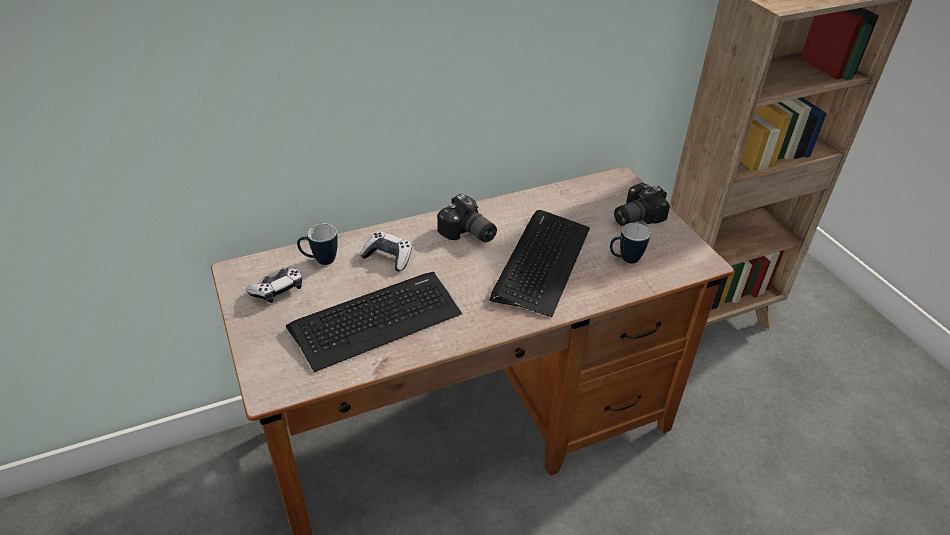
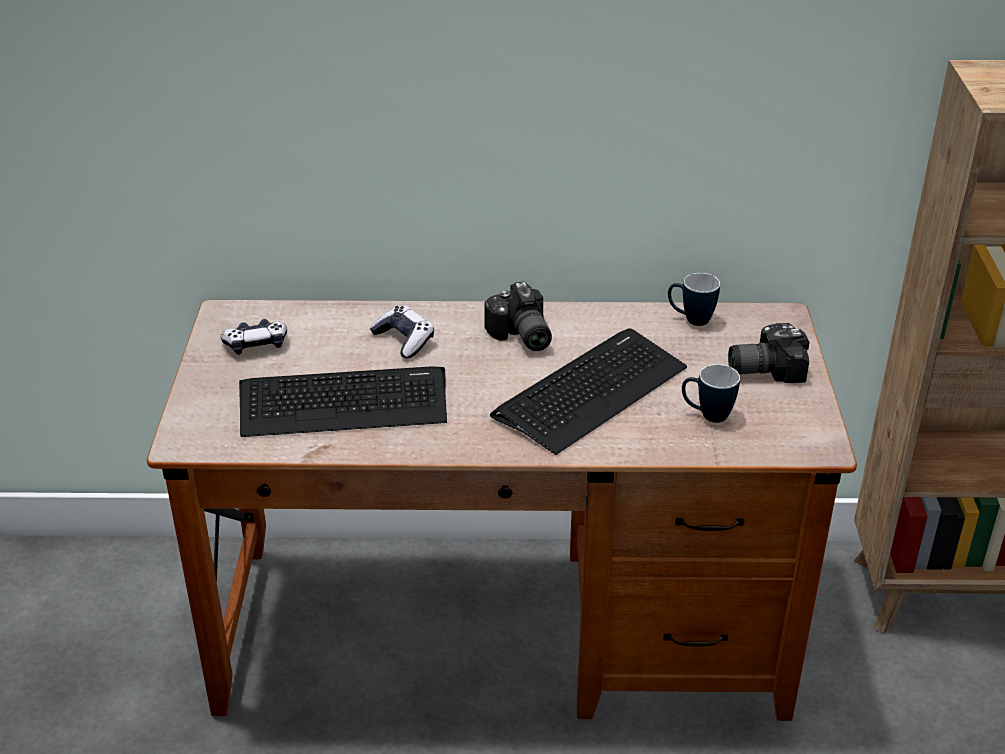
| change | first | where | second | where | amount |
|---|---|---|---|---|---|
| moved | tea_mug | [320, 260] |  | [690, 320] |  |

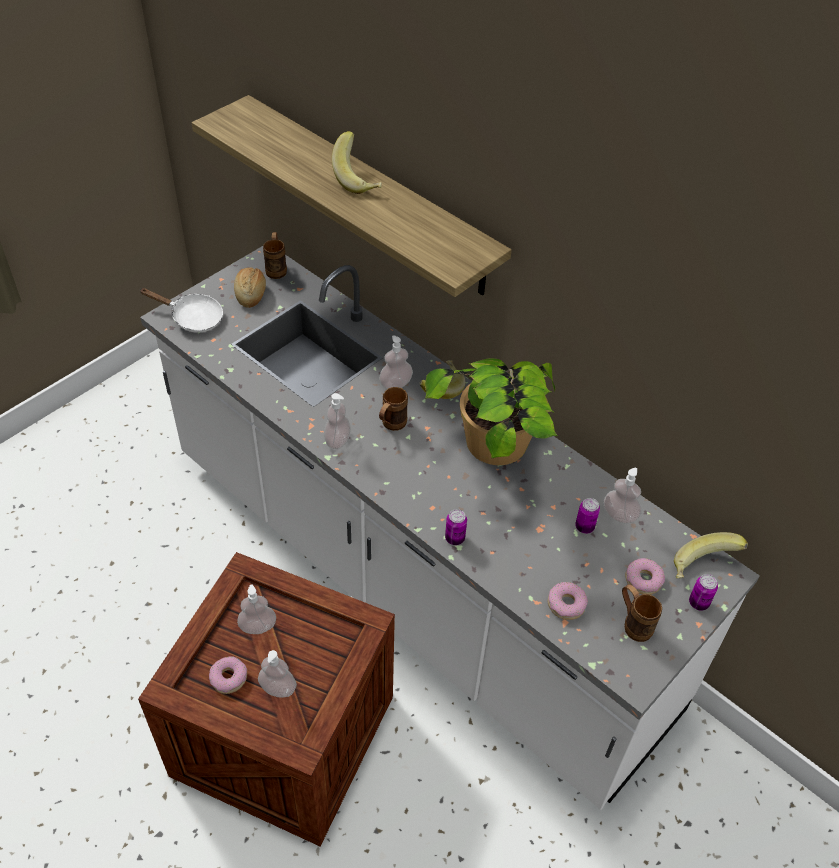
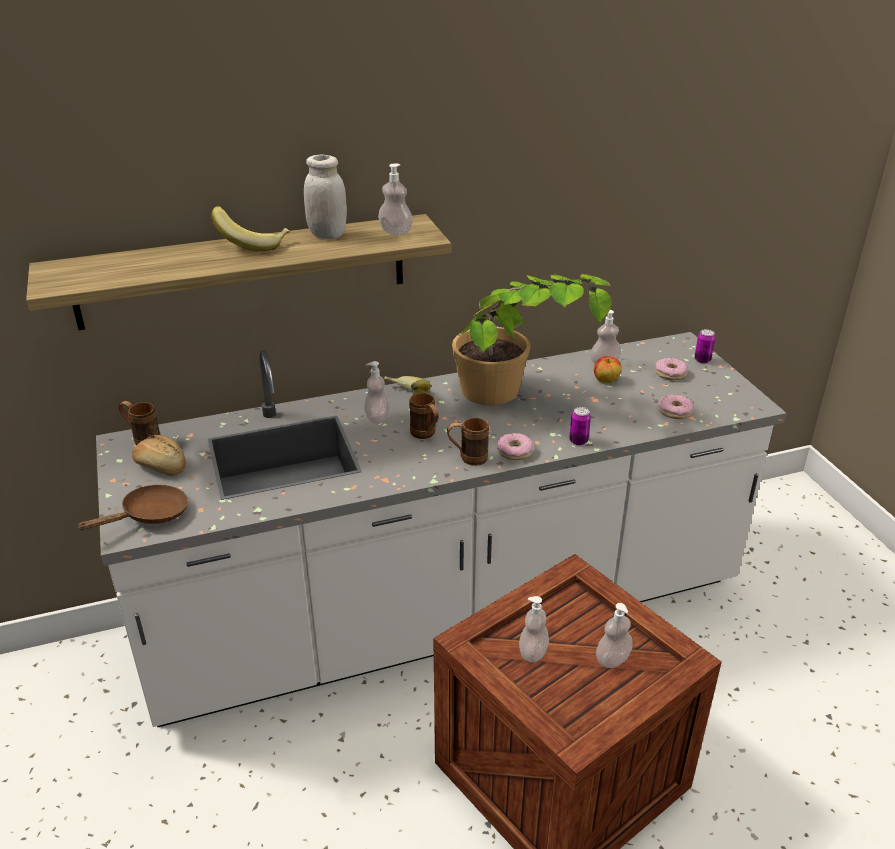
| change | first | where | second | where | amount |
|---|---|---|---|---|---|
| recoloured | whitish_skillet | [192, 318] | brown-coloured_skillet | [150, 515] |  |
| moved | donut | [229, 678] |  | [515, 451] |  |
| moved | soap_dispenser | [337, 440] |  | [395, 232] |  |
| replaced | can | [584, 527] | whole_apple | [606, 380] |  |
| moved | brown-coloured_tea_mug | [633, 623] |  | [467, 458] |  |
| removed | whole_banana | [703, 568] |  |  |  |
| added |  |  | whitish_jar | [327, 234] |  |

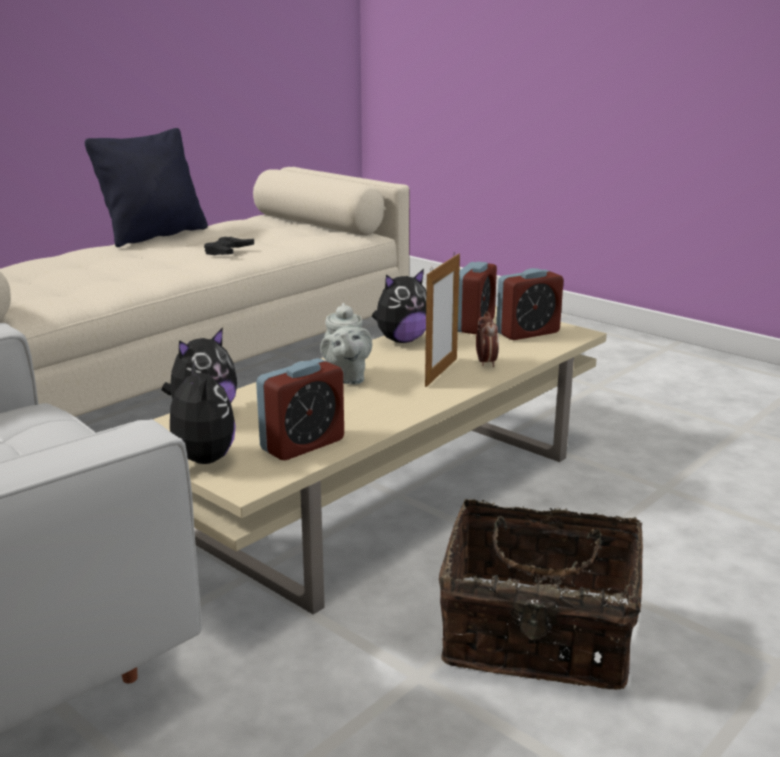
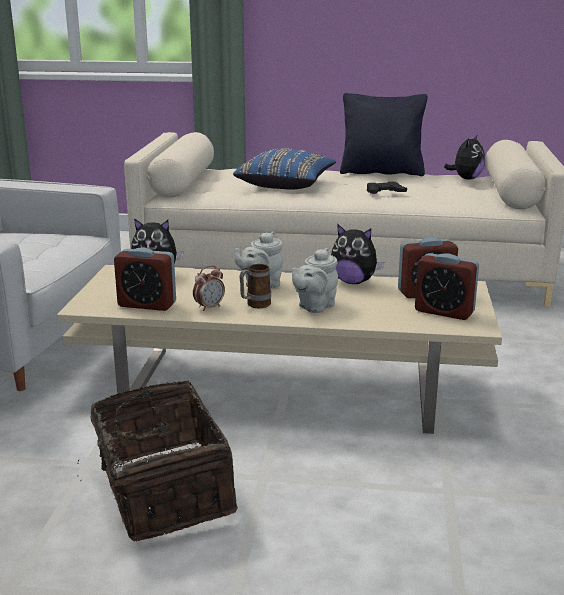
| change | first | where | second | where | amount |
|---|---|---|---|---|---|
| moved | soft_toy | [199, 460] |  | [466, 179] |  |
| replaced | standing_frame | [441, 372] | gray_pot_for_tea | [314, 306] |  |
| moved | alarm_clock | [486, 363] |  | [209, 307] |  |
| added |  |  | blue_cushion | [286, 184] |  |
| added |  |  | tea_mug | [254, 305] |  |

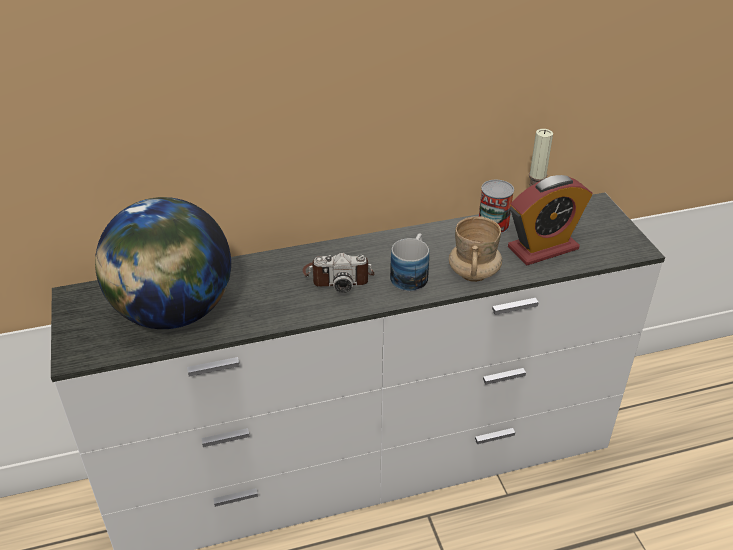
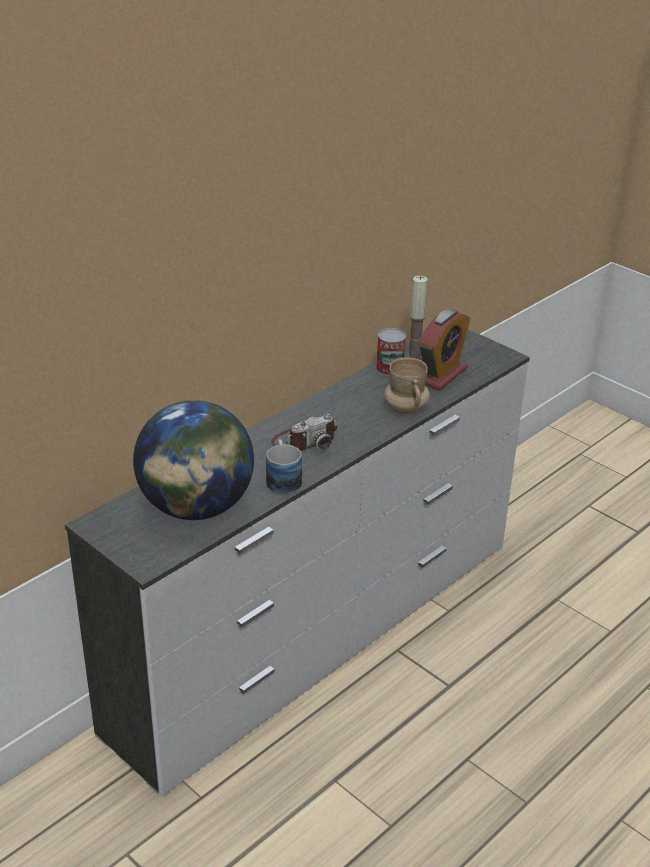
| change | first | where | second | where | amount |
|---|---|---|---|---|---|
| moved | tea_mug | [411, 274] |  | [282, 479] |  |

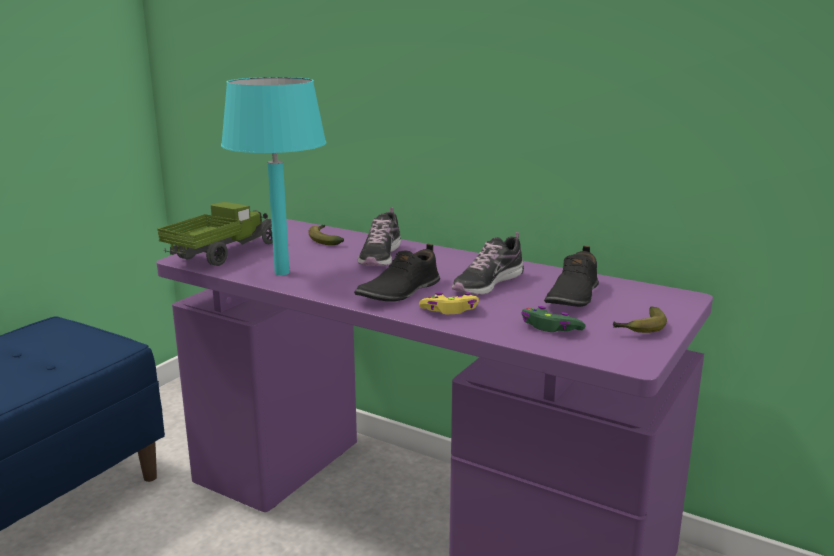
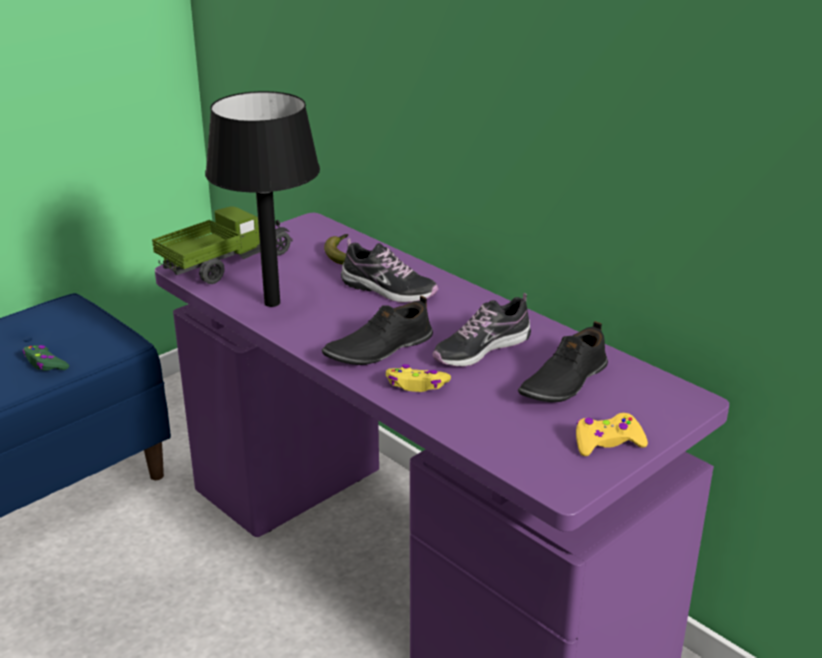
| change | first | where | second | where | amount |
|---|---|---|---|---|---|
| recoloured | turquoise_tabletop_lamp | [282, 272] | black-coloured_tabletop_lamp | [272, 302] |  |
| turned | item_of_footwear | [380, 256] |  | [388, 290] | 90 degrees counterclockwise |
| moved | green-coloured_joypad | [550, 328] |  | [45, 364] |  |
| replaced | whole_banana | [641, 328] | yellowish_joypad | [607, 442] |  |

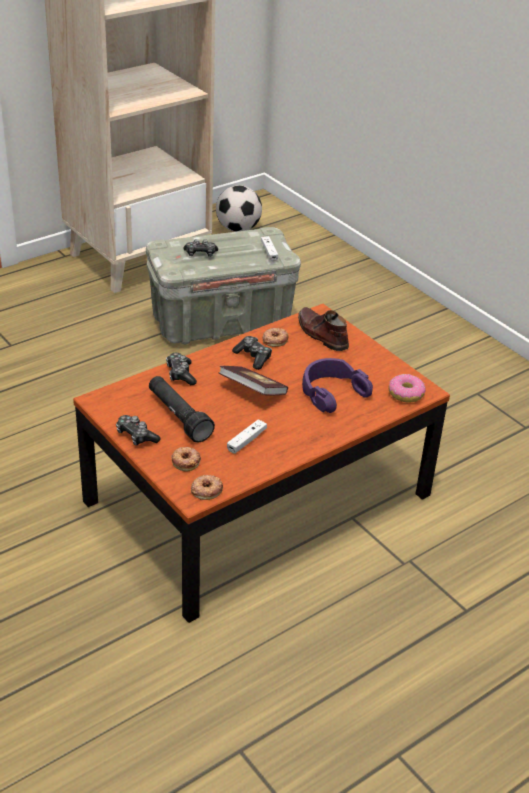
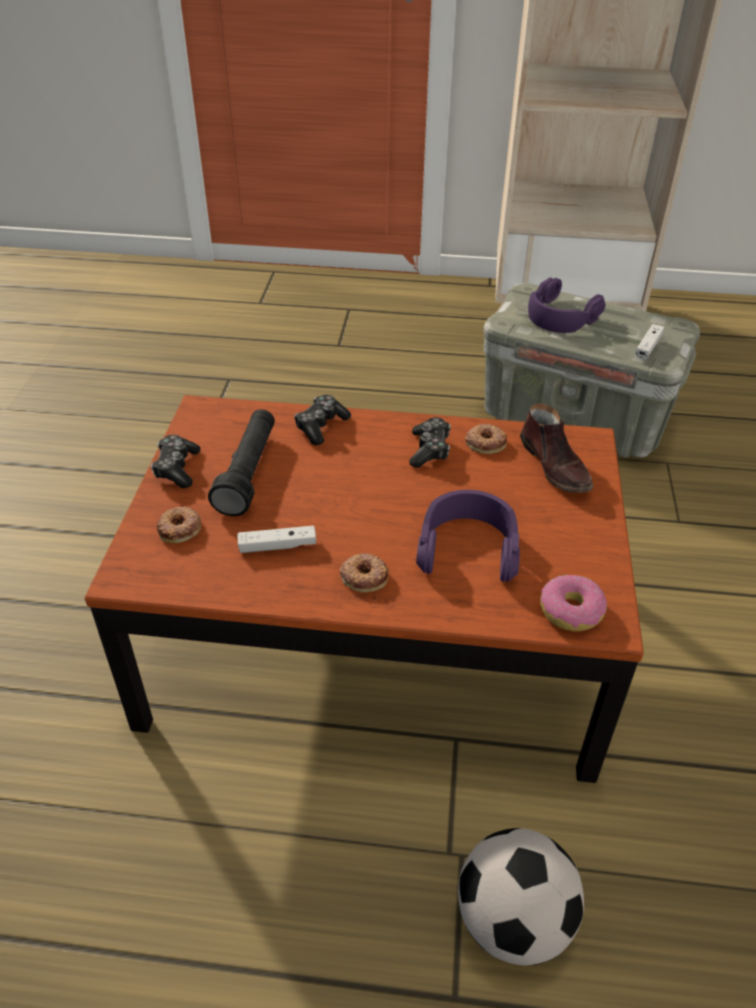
| change | first | where | second | where | amount |
|---|---|---|---|---|---|
| replaced | joypad | [200, 254] | purple_headphones | [560, 316] |  |
| moved | donut | [206, 490] |  | [364, 576] |  |
| moved | ball_for_football | [238, 229] |  | [513, 920] |  |
| removed | book | [252, 391] |  |  |  |
| turned | brown-coloured_item_of_footwear | [321, 334] |  | [555, 466] | 150 degrees clockwise |

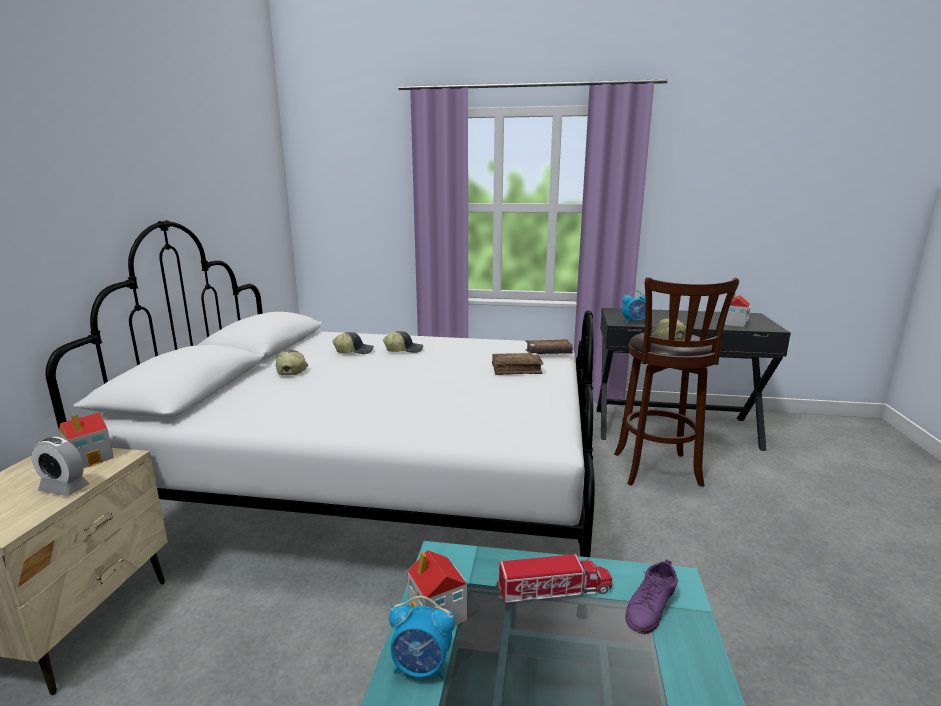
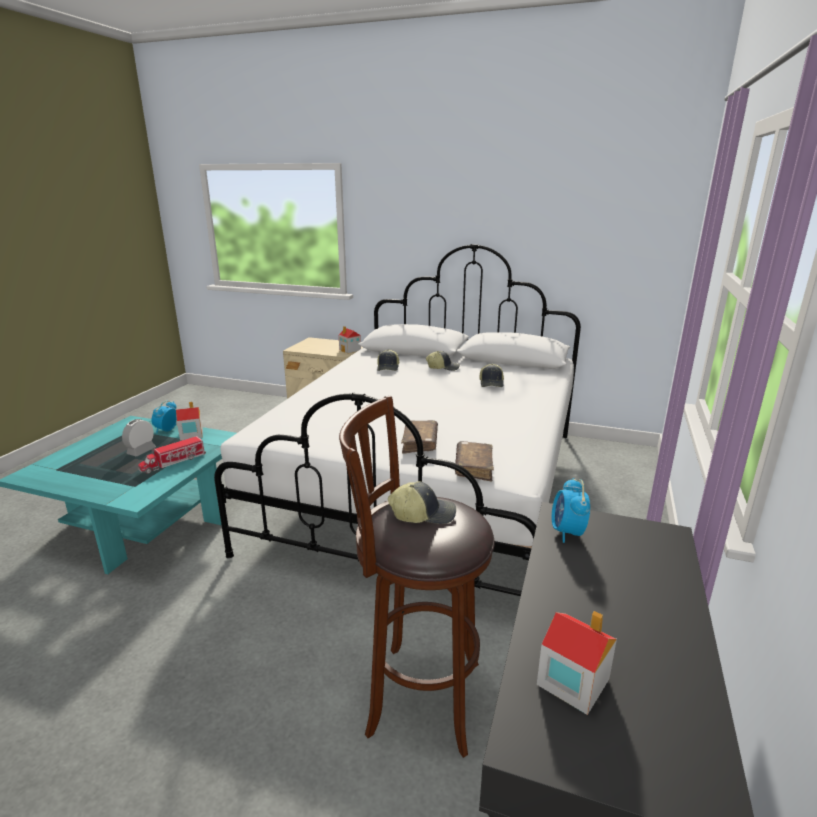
| change | first | where | second | where | amount |
|---|---|---|---|---|---|
| moved | alarm_clock | [64, 488] |  | [141, 451] |  |
| moved | peaked_cap | [404, 350] |  | [388, 367] |  |
| turned | toy_lorry | [553, 590] |  | [173, 462] | 45 degrees clockwise |
| removed | purple_item_of_footwear | [650, 606] |  |  |  |

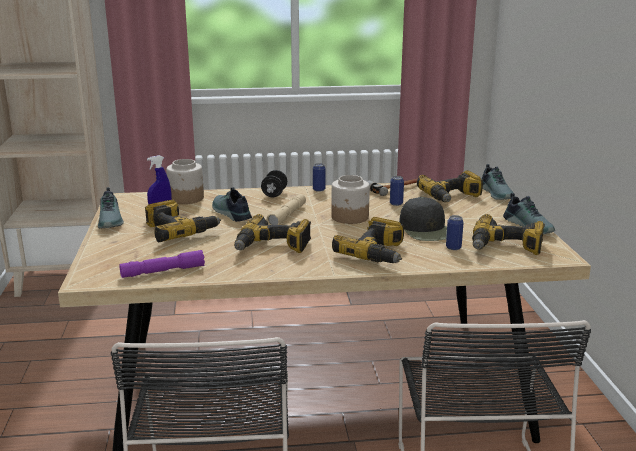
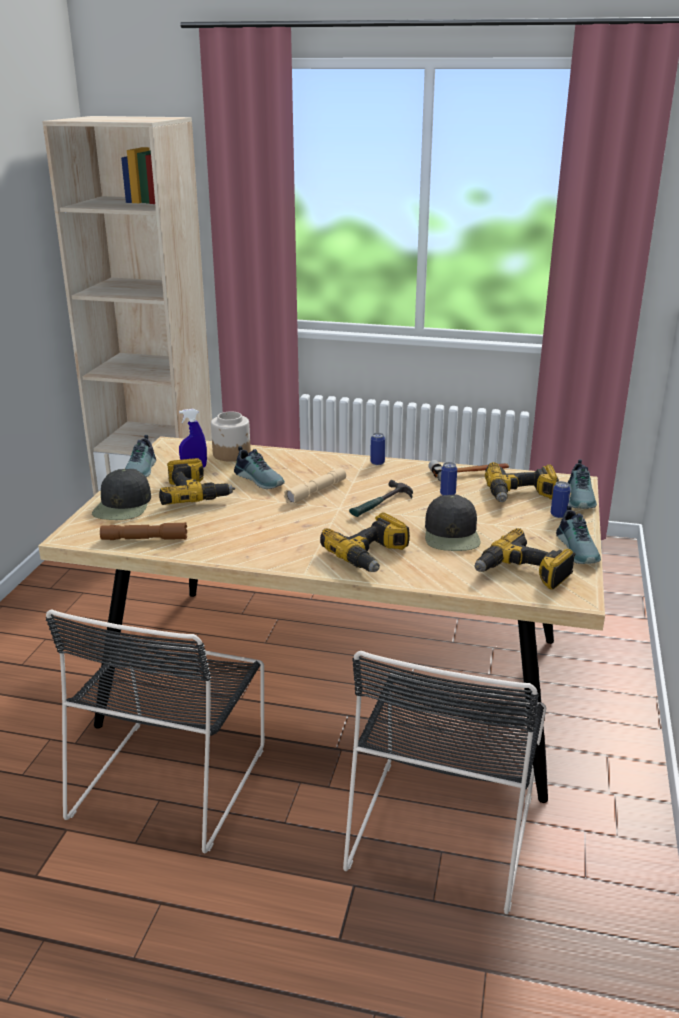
| change | first | where | second | where | amount |
|---|---|---|---|---|---|
| recoloured | purple_hand_torch | [163, 271] | brown-coloured_hand_torch | [144, 539] |  |
| turned | item_of_footwear | [230, 213] |  | [260, 479] | 150 degrees clockwise |
| removed | drill | [272, 247] |  |  |  |
| removed | black-coloured_dumbbell | [274, 194] |  |  |  |
| replaced | jar | [350, 217] | hammer | [381, 504] |  |
| moved | can | [453, 247] |  | [558, 515] |  |
| added |  |  | black-coloured_peaked_cap | [123, 506] |  |

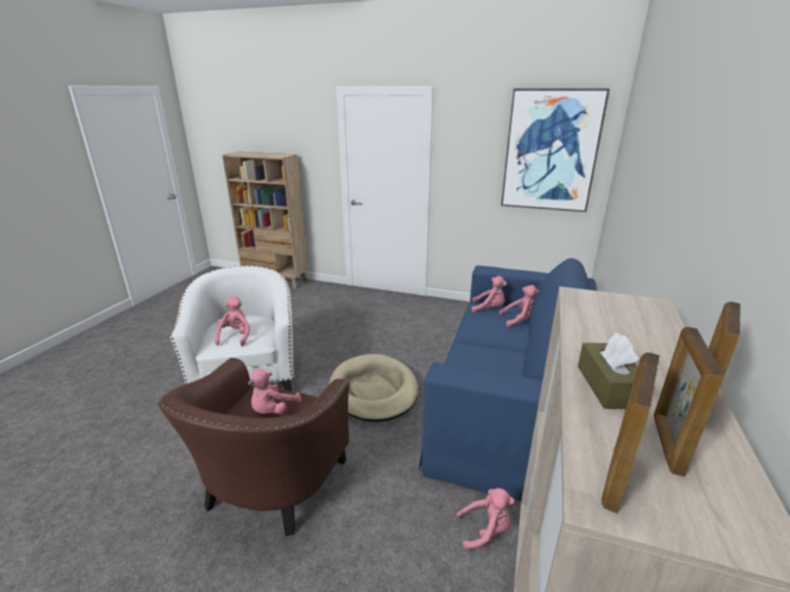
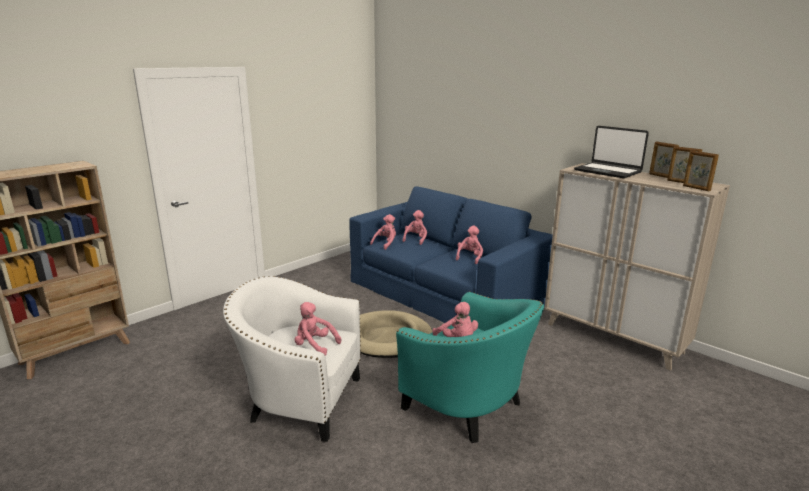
| change | first | where | second | where | amount |
|---|---|---|---|---|---|
| recoloured | brown-coloured_armchair | [270, 488] | turquoise_armchair | [469, 407] |  |
| moved | pinkish_soft_toy | [485, 531] |  | [469, 257] |  |
| removed | wall_art | [550, 151] |  |  |  |
| removed | brown-coloured_tissue_holder | [608, 386] |  |  |  |
| added |  |  | laptop | [608, 171] |  |

